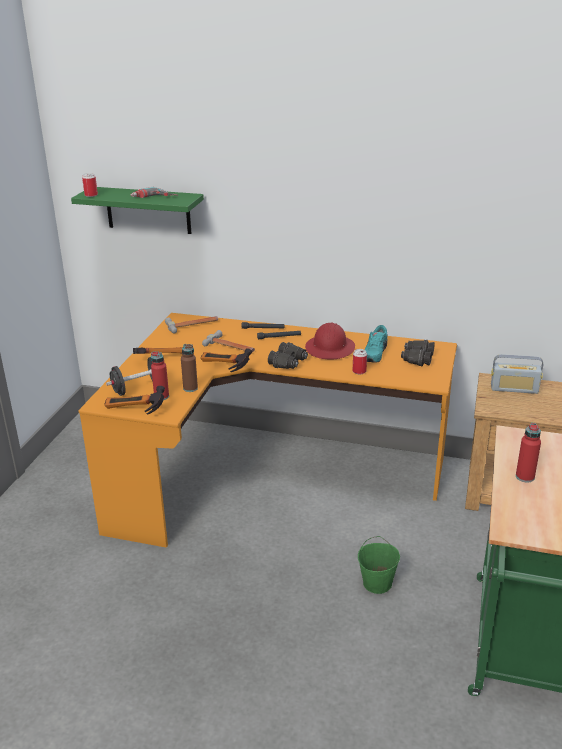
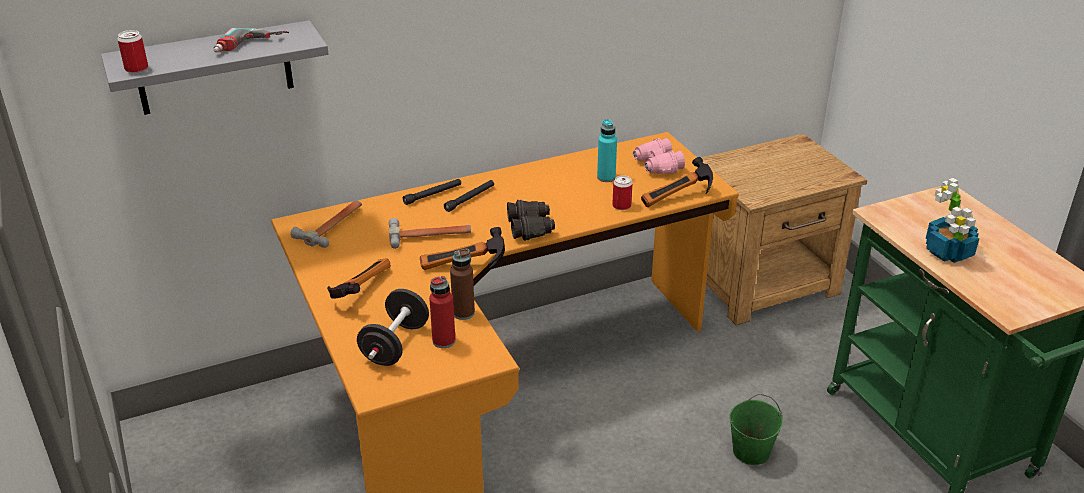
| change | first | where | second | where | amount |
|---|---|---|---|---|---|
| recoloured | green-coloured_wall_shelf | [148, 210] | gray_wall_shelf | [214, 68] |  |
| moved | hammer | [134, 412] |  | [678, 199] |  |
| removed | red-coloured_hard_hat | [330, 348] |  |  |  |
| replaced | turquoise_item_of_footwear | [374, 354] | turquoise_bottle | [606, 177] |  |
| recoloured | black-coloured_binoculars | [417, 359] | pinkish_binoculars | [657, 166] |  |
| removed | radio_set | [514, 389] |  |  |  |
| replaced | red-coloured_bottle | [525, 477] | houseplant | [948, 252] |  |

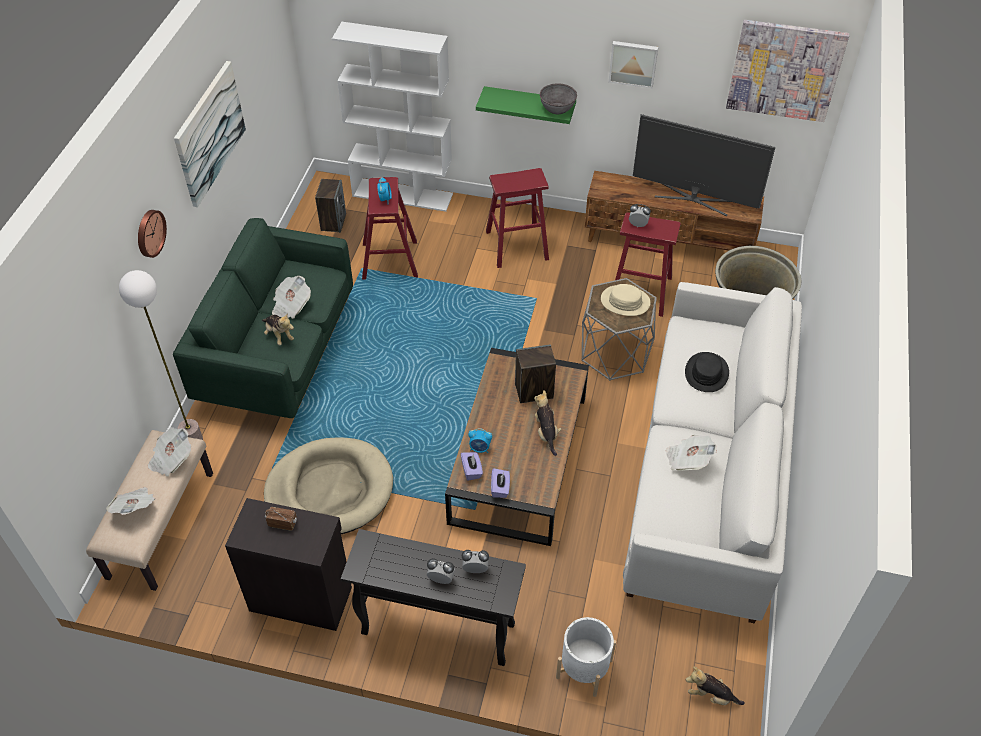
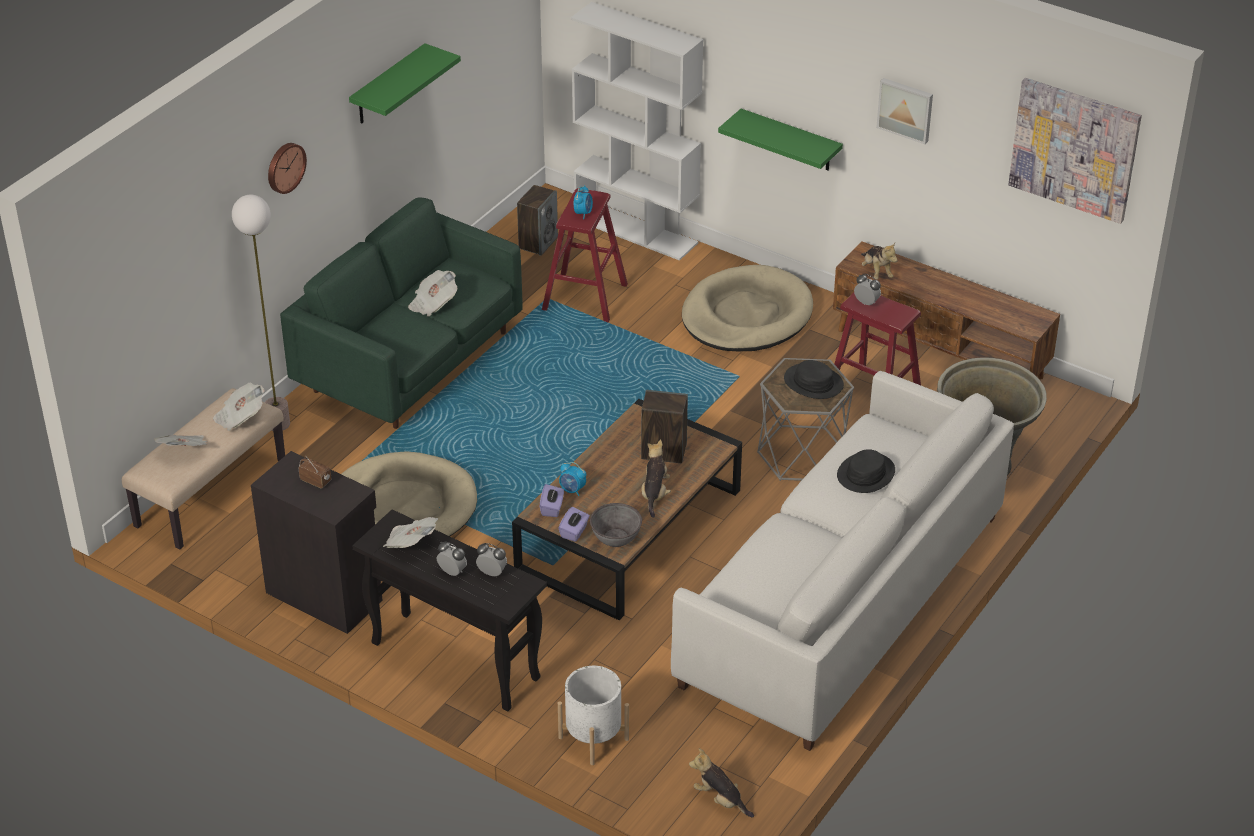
| change | first | where | second | where | amount |
|---|---|---|---|---|---|
| replaced | wall_art | [209, 133] | green-coloured_wall_shelf | [388, 85] |  |
| moved | soft_toy | [279, 335] |  | [876, 272] |  |
| replaced | red-coloured_stool_seat | [516, 245] | beige-coloured_dog_bed | [746, 315] |  |
| moved | gray_deep_dish | [557, 108] |  | [615, 537] |  |
| recoloured | beige-coloured_hat | [625, 301] | black-coloured_hat | [813, 382] |  |
| removed | TV_set | [694, 198] |  |  |  |
| moved | daily_paper | [688, 460] |  | [411, 543] |  |

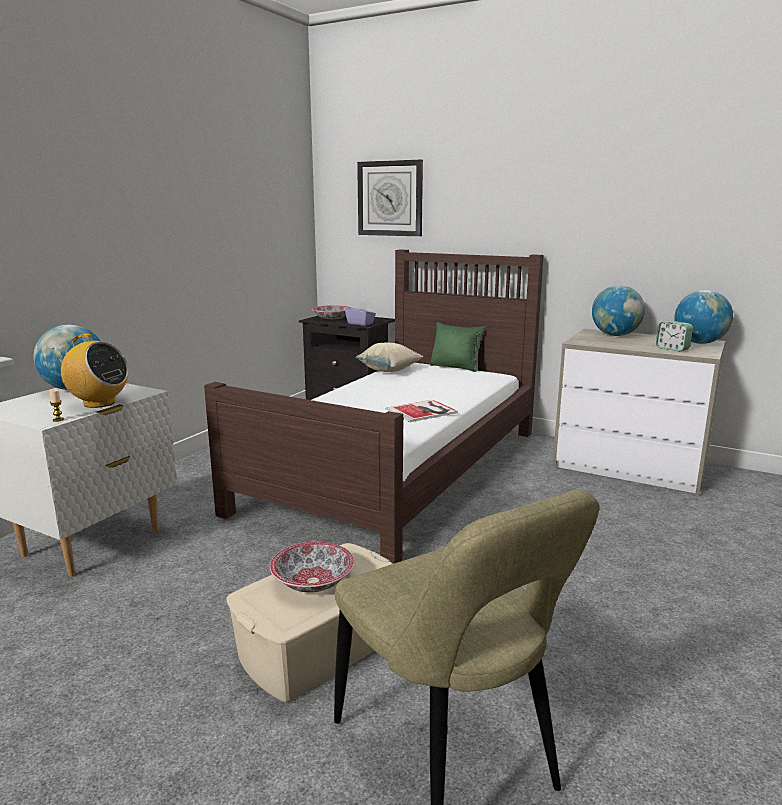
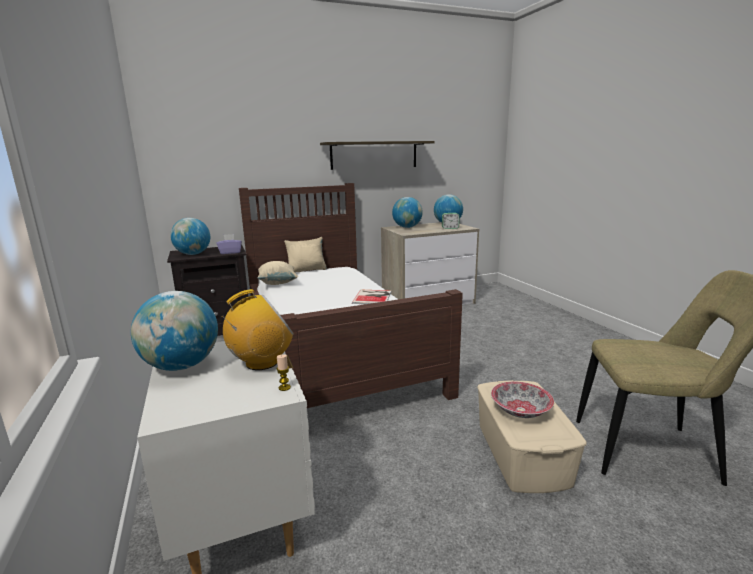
| change | first | where | second | where | amount |
|---|---|---|---|---|---|
| replaced | deep_dish | [331, 319] | world_globe | [193, 254] |  |
| removed | clock_on_the_wall | [390, 198] |  |  |  |
| recoloured | green-coloured_cushion | [456, 367] | beige-coloured_cushion | [307, 270] |  |
| added |  |  | wall_shelf | [374, 155] |  |

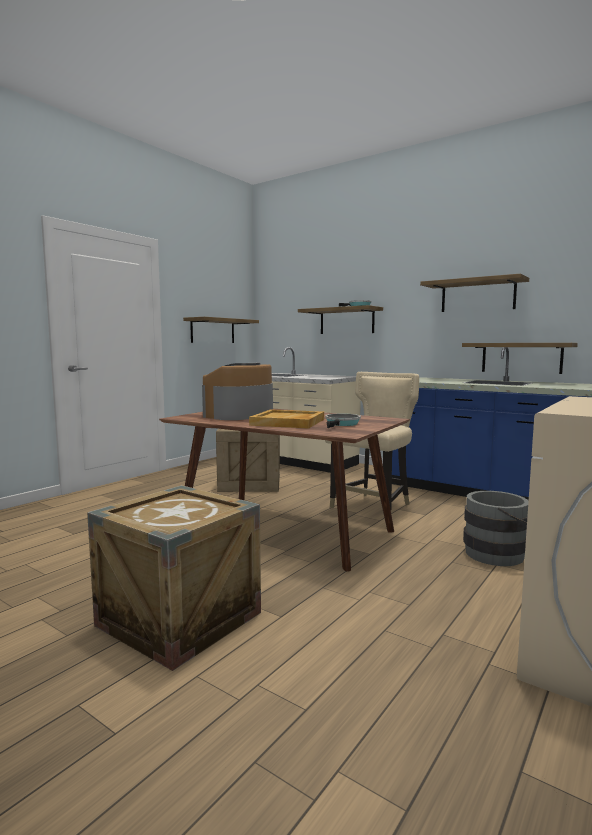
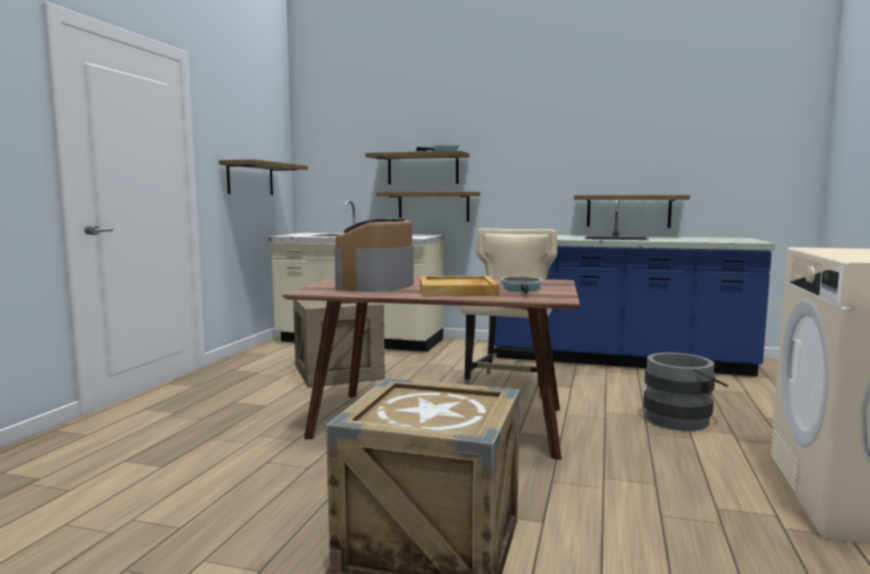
| change | first | where | second | where | amount |
|---|---|---|---|---|---|
| moved | wall_shelf | [477, 296] |  | [433, 206] |  |

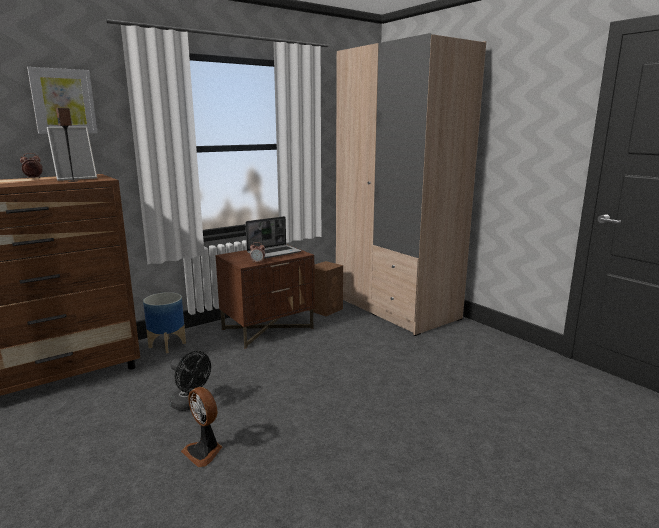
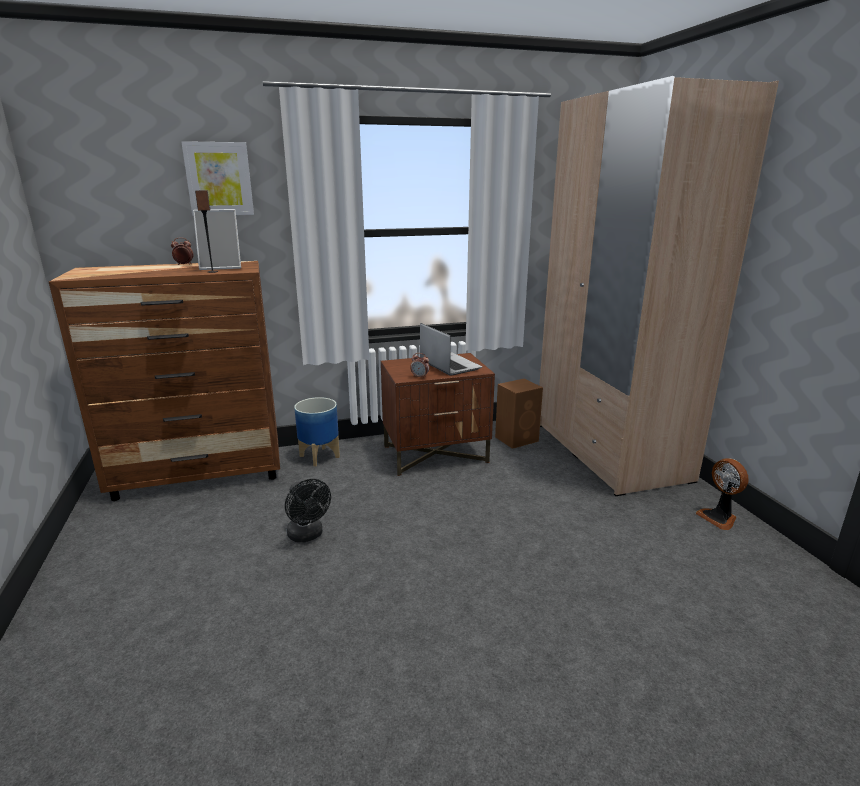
| change | first | where | second | where | amount |
|---|---|---|---|---|---|
| moved | cooling_fan | [204, 451] |  | [719, 518] |  |
| turned | laptop | [274, 252] |  | [449, 365] | 105 degrees counterclockwise |

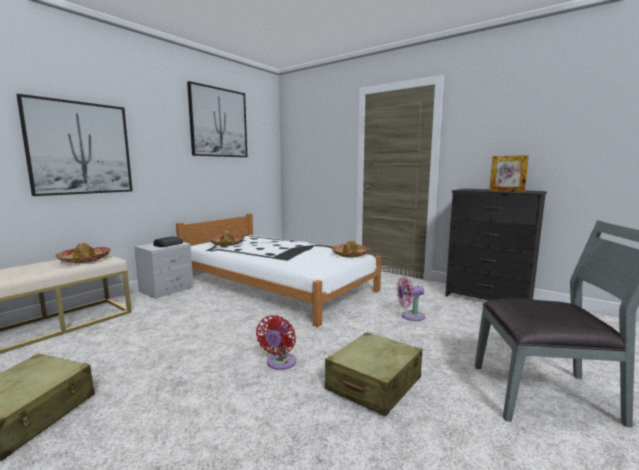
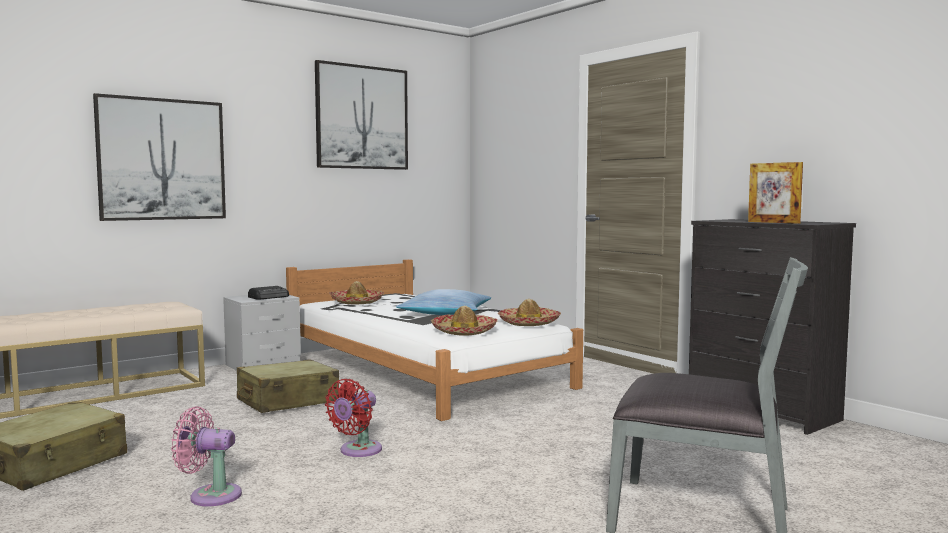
| change | first | where | second | where | amount |
|---|---|---|---|---|---|
| moved | hat | [85, 259] |  | [464, 331] |  |
| moved | beige-coloured_suitcase | [373, 384] |  | [287, 401] |  |
| moved | pinkish_cooling_fan | [410, 316] |  | [210, 495] |  |
| added |  |  | cushion | [445, 313] |  |

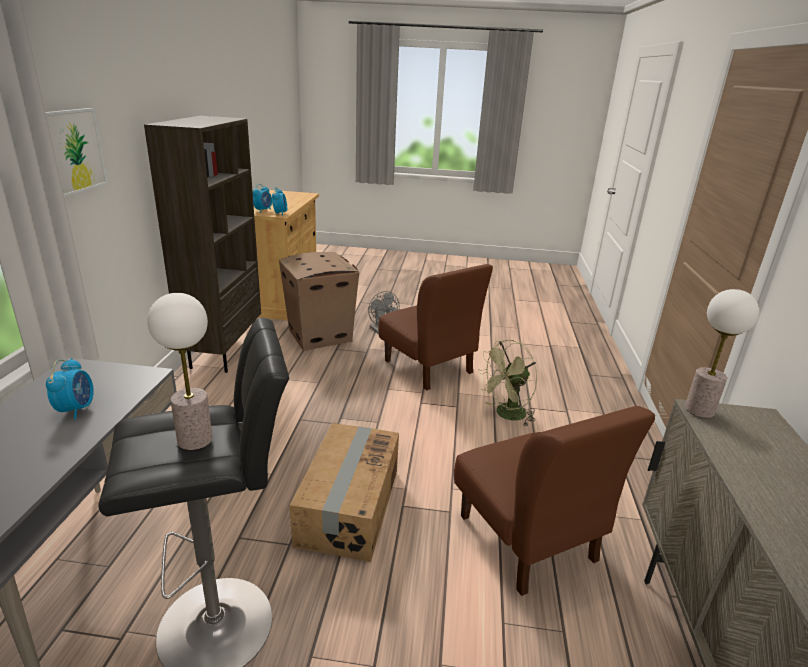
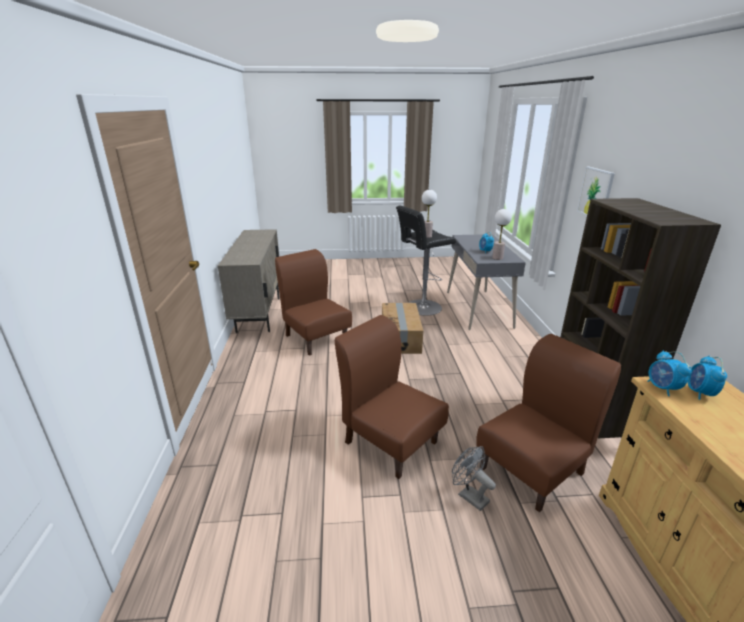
| change | first | where | second | where | amount |
|---|---|---|---|---|---|
| replaced | packing_box | [319, 335] | brown-coloured_chair | [532, 470] |  |
| removed | green-coloured_cooling_fan | [506, 415] |  |  |  |
| moved | tabletop_lamp | [699, 410] |  | [497, 258] |  |

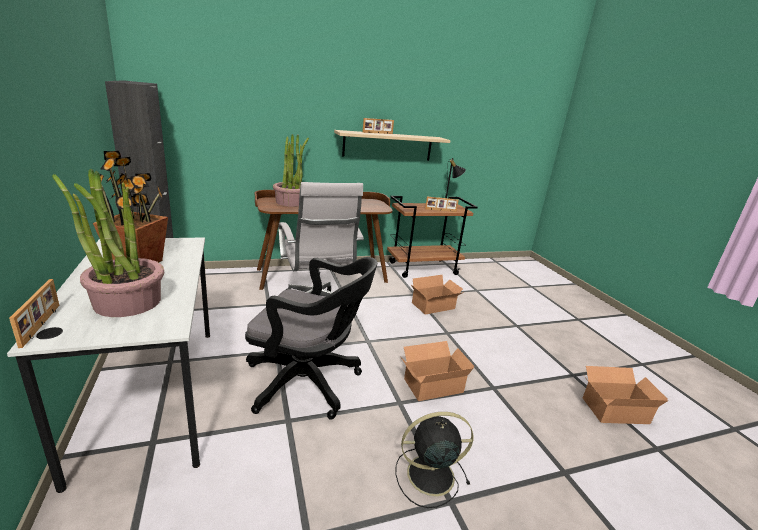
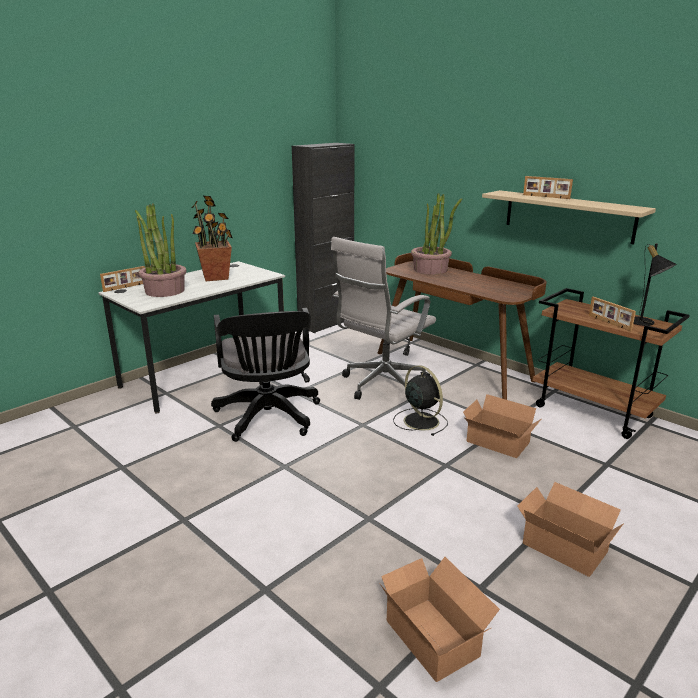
| change | first | where | second | where | amount |
|---|---|---|---|---|---|
| moved | black-coloured_cooling_fan | [428, 475] |  | [420, 420] |  |
| moved | packing_box | [431, 384] |  | [564, 545] |  |

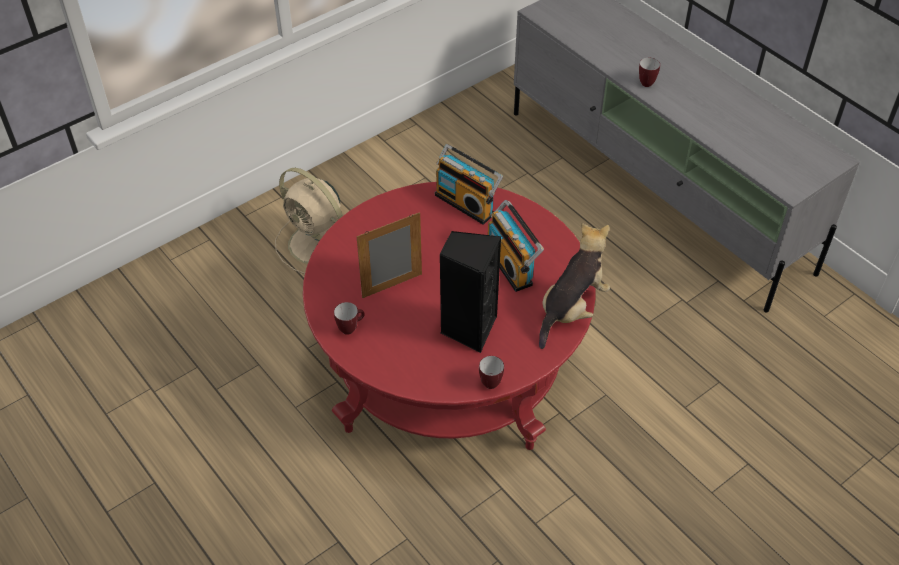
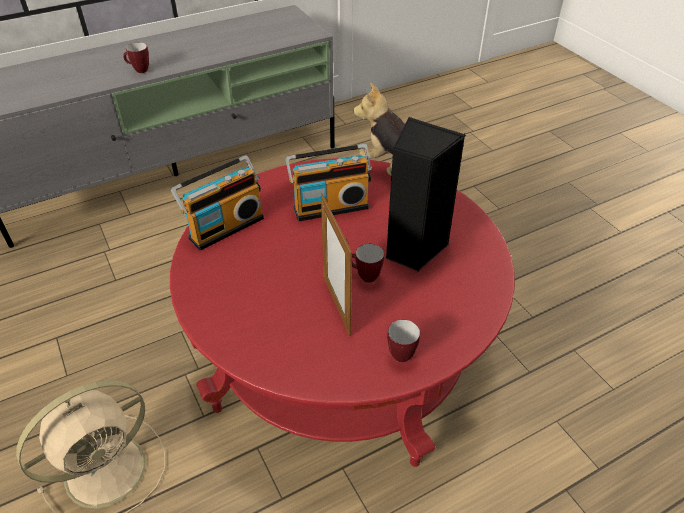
| change | first | where | second | where | amount |
|---|---|---|---|---|---|
| moved | tea_mug | [491, 381] |  | [364, 277] |  |

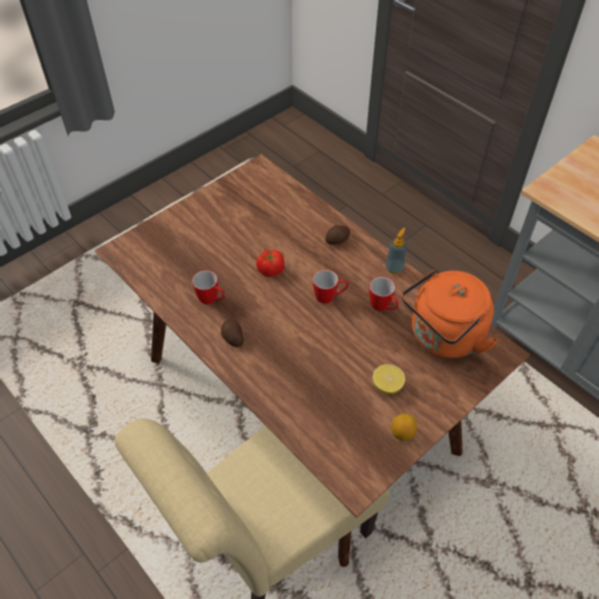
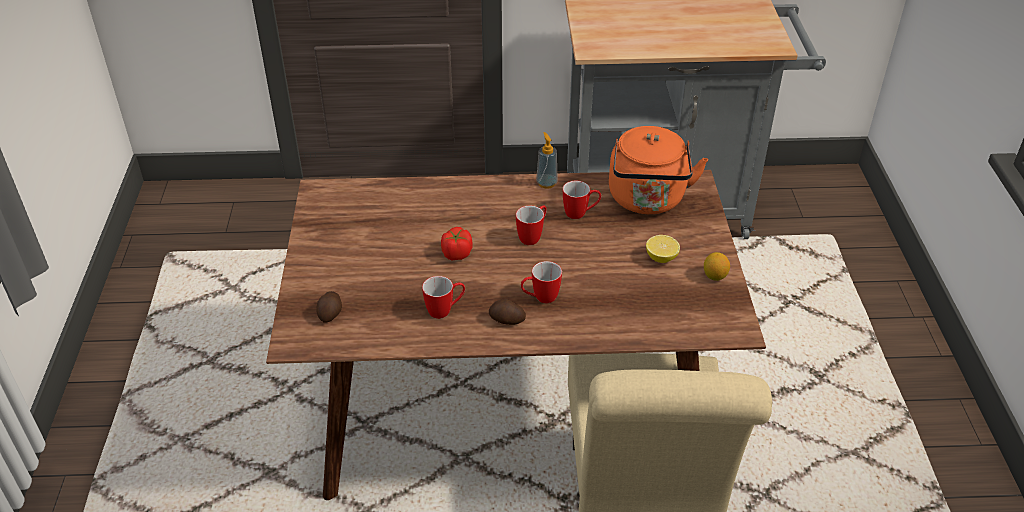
| change | first | where | second | where | amount |
|---|---|---|---|---|---|
| moved | whole_potato | [338, 240] |  | [331, 313] |  |
| added |  |  | tea_mug | [540, 298] |  |

